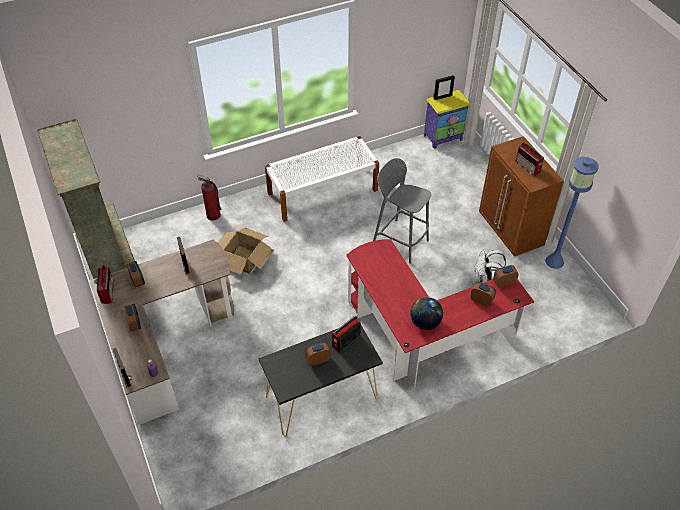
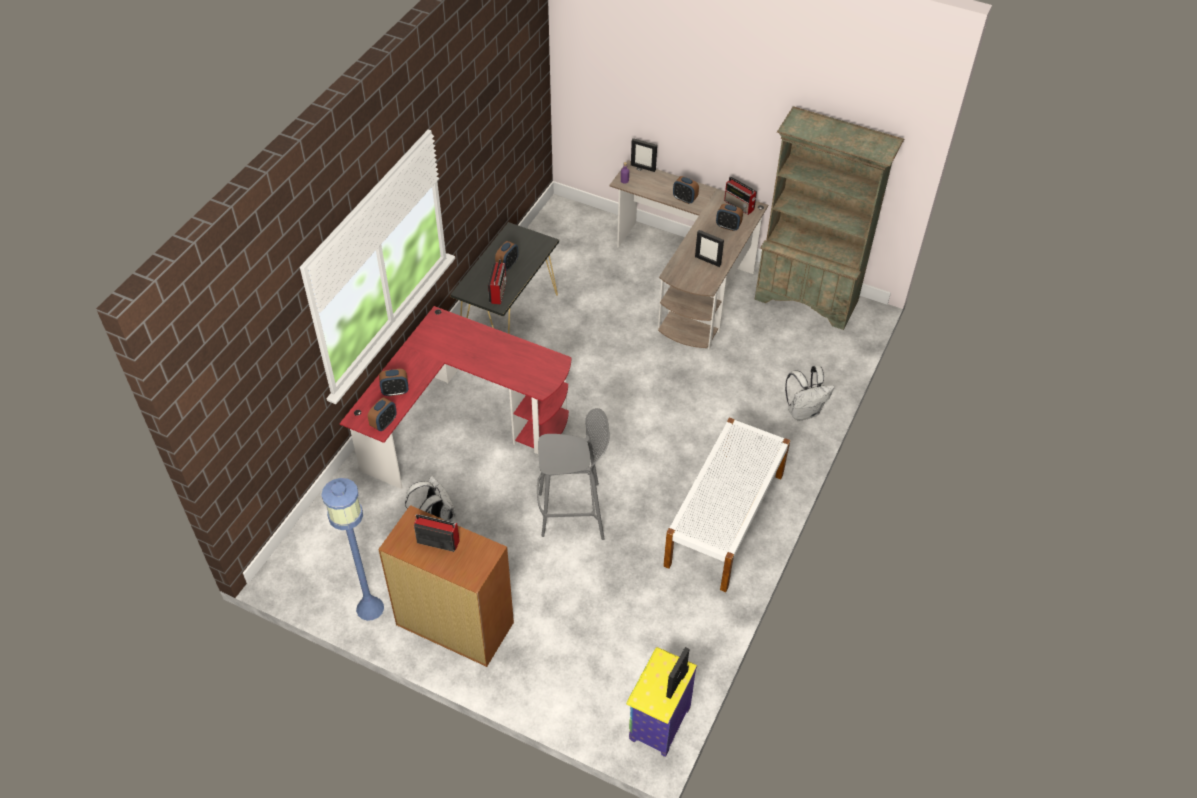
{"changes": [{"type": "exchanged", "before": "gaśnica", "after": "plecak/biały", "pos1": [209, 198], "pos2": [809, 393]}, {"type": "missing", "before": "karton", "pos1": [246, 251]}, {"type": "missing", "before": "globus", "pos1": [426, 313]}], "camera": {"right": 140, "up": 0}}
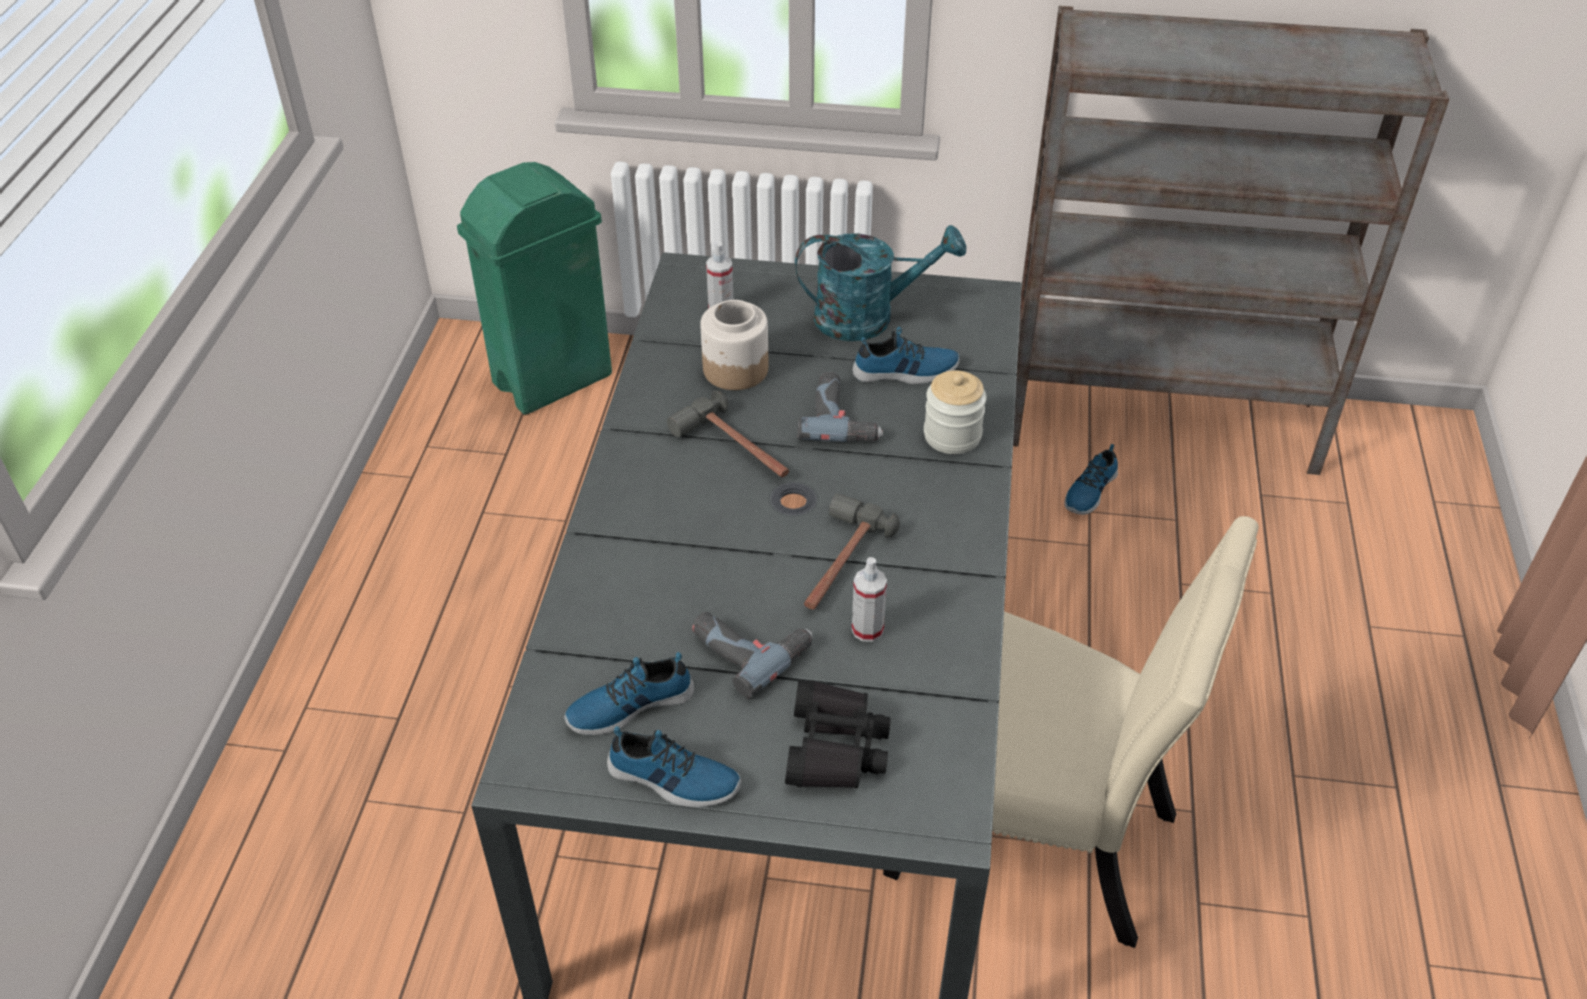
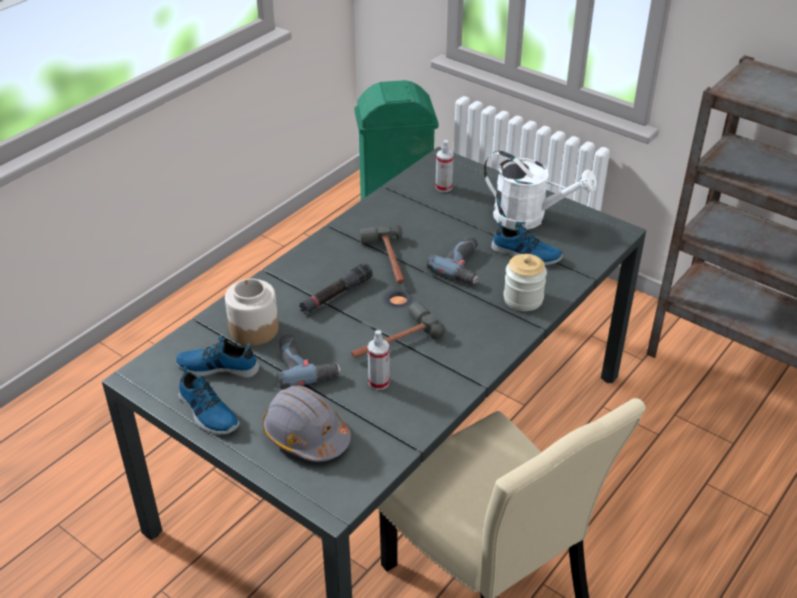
{"changes": [{"type": "relocated", "before": "słoik", "pos1": [734, 345], "pos2": [252, 312]}, {"type": "exchanged", "before": "lornetka/czarny", "after": "kask/szary", "pos1": [838, 734], "pos2": [306, 424]}, {"type": "appeared", "after": "latarka/czarny", "pos2": [336, 288]}, {"type": "colour", "before": "konewka/turkusowy", "after": "konewka/biały", "pos1": [880, 283], "pos2": [540, 190]}, {"type": "missing", "before": "but", "pos1": [1091, 479]}], "camera": {"right": 30, "up": -5}}
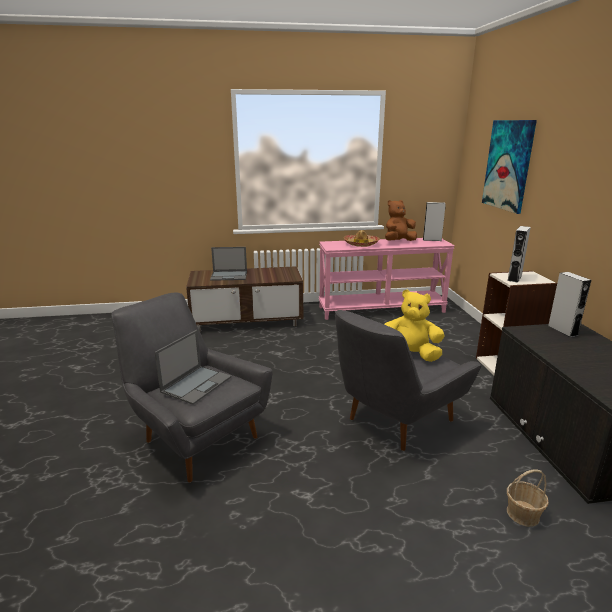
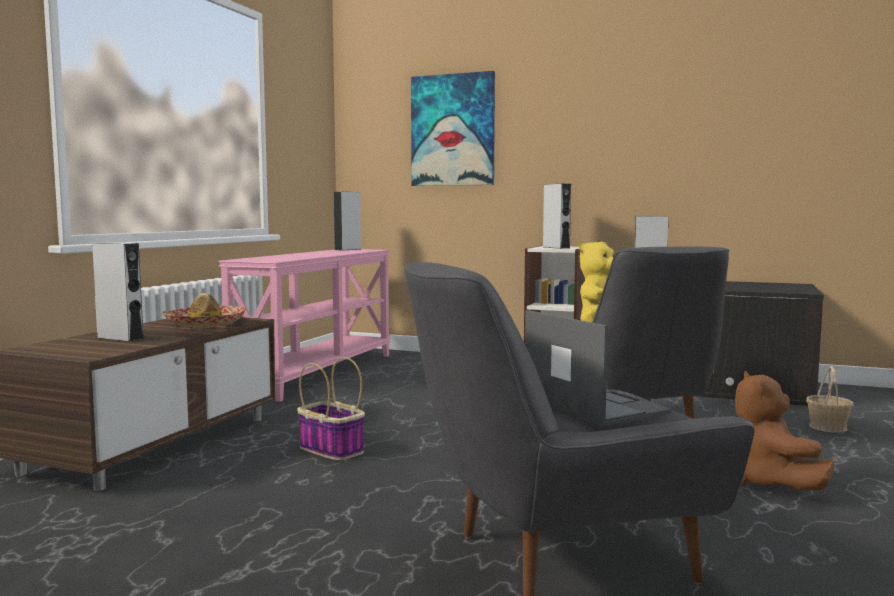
{"changes": [{"type": "exchanged", "before": "laptop", "after": "głośnik/szary", "pos1": [228, 264], "pos2": [118, 292]}, {"type": "relocated", "before": "kapelusz", "pos1": [362, 238], "pos2": [204, 310]}, {"type": "appeared", "after": "koszyk", "pos2": [331, 409]}, {"type": "relocated", "before": "pluszak/brązowy", "pos1": [401, 220], "pos2": [785, 430]}], "camera": {"right": -60, "up": -15}}
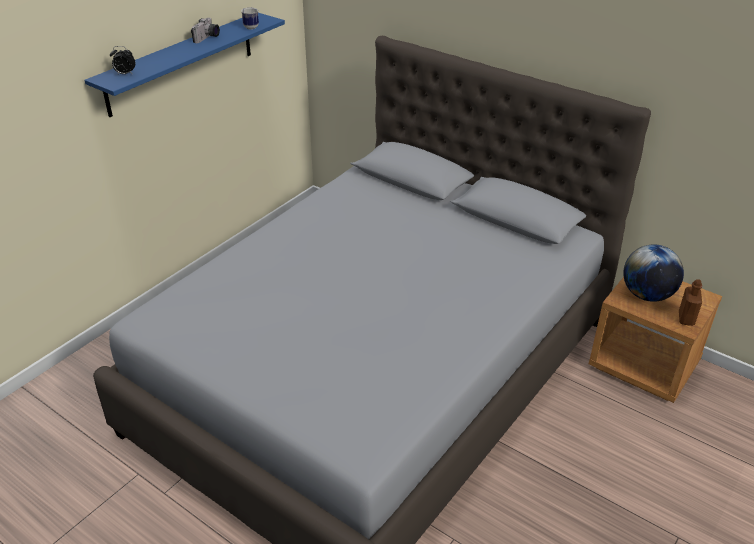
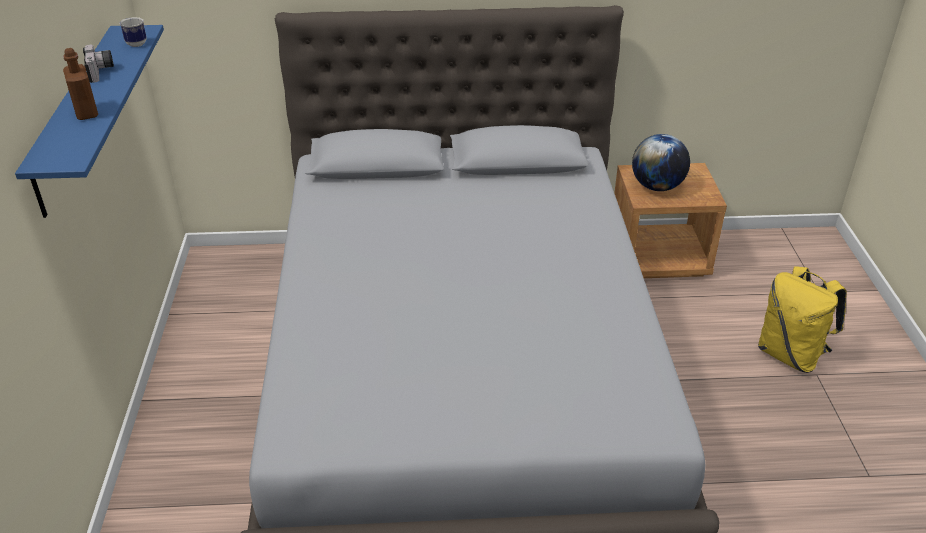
{"changes": [{"type": "relocated", "before": "butelka/brązowy", "pos1": [690, 302], "pos2": [80, 84]}, {"type": "appeared", "after": "plecak/żółty", "pos2": [802, 319]}, {"type": "missing", "before": "budzik", "pos1": [123, 60]}], "camera": {"right": -40, "up": 0}}
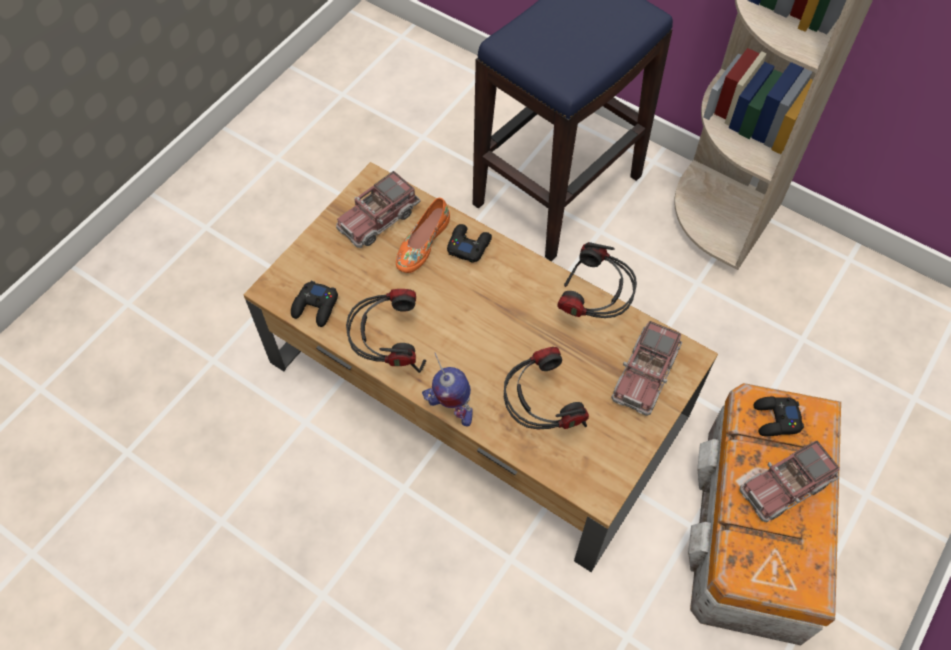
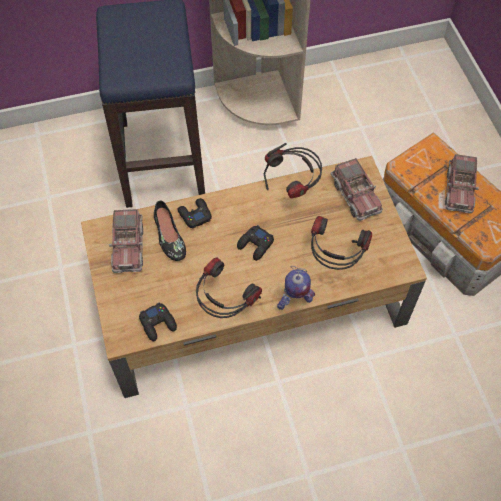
{"changes": [{"type": "colour", "before": "but/pomarańczowy", "after": "but/czarny", "pos1": [423, 235], "pos2": [170, 231]}, {"type": "relocated", "before": "pad do gier/czarny", "pos1": [778, 416], "pos2": [255, 243]}], "camera": {"right": -50, "up": 0}}
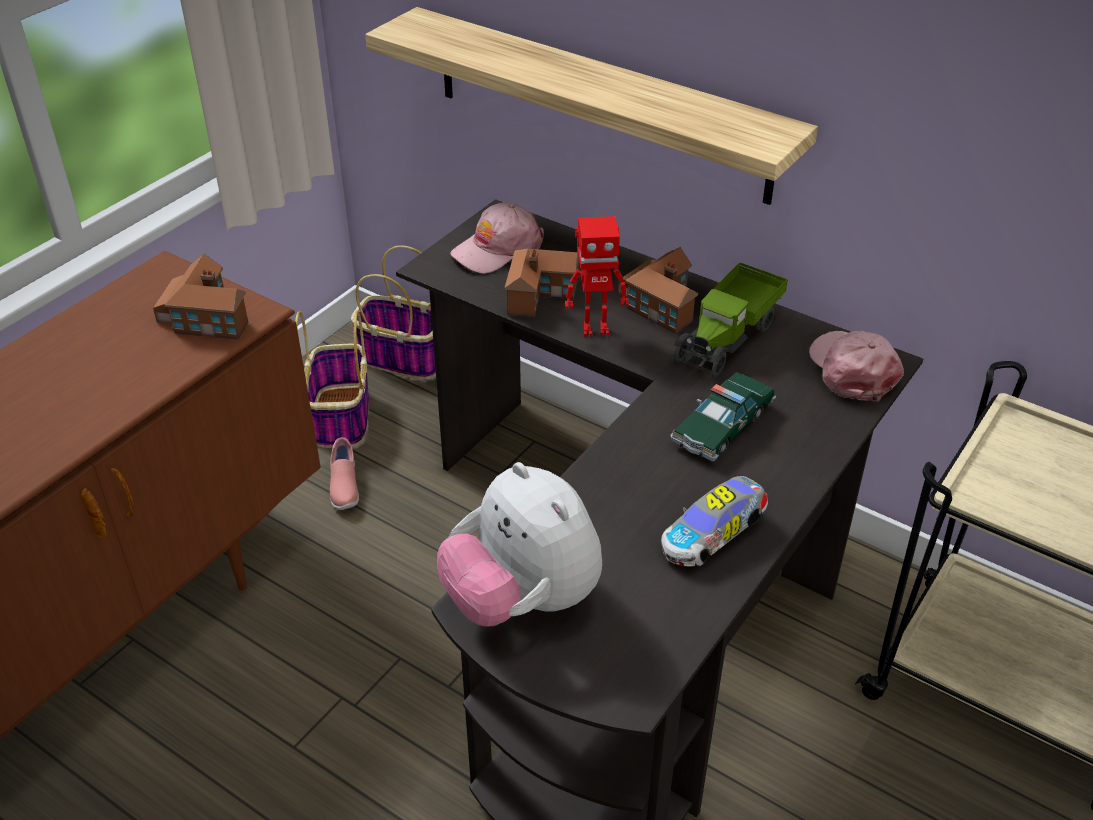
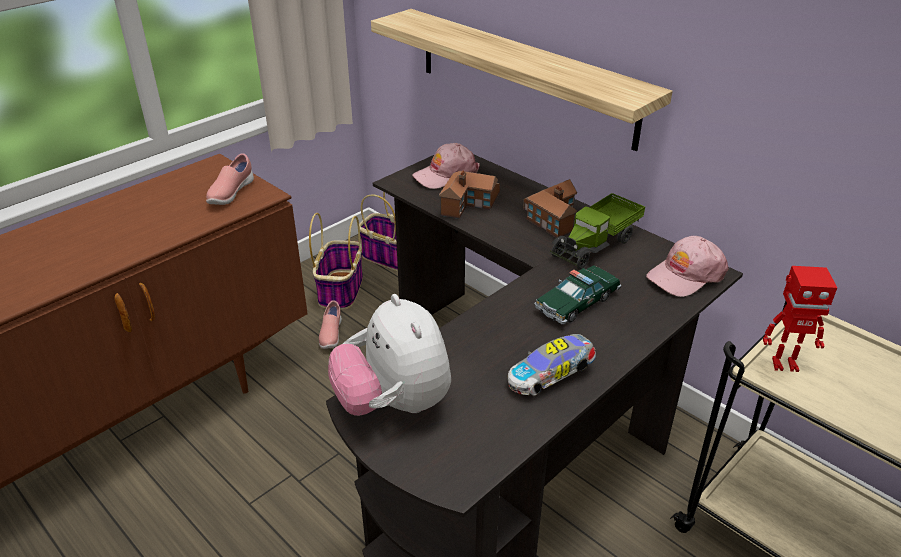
{"changes": [{"type": "exchanged", "before": "domek", "after": "but/różowy", "pos1": [200, 297], "pos2": [230, 179]}, {"type": "spun", "before": "czapka z daszkiem/różowy", "pos1": [856, 366], "pos2": [687, 266], "turn": -120}, {"type": "relocated", "before": "robot zabawkowy", "pos1": [597, 276], "pos2": [800, 319]}], "camera": {"right": 10, "up": -5}}
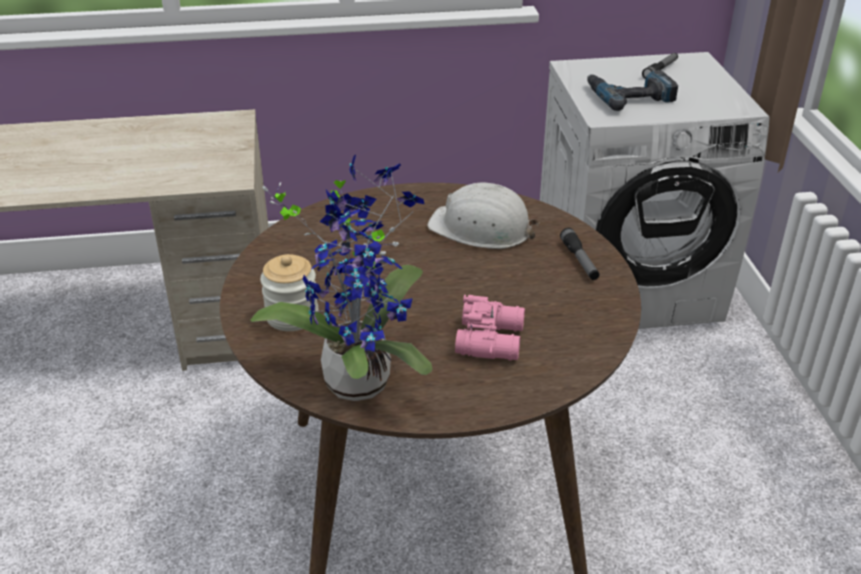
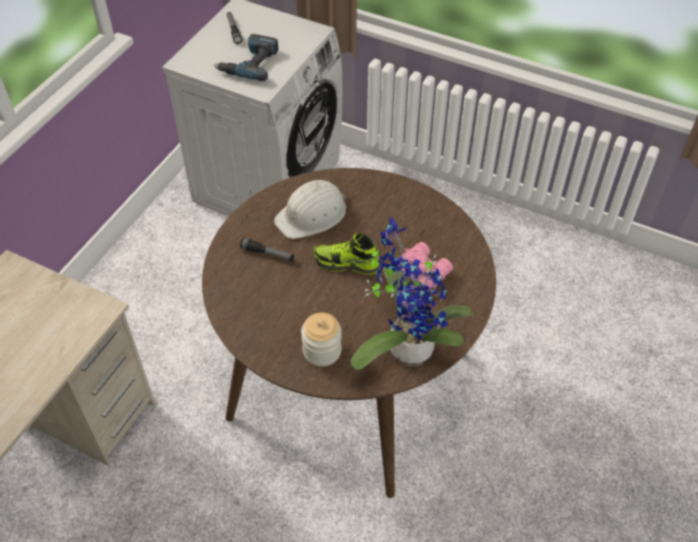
{"changes": [{"type": "relocated", "before": "latarka", "pos1": [579, 254], "pos2": [267, 249]}, {"type": "appeared", "after": "but", "pos2": [346, 254]}], "camera": {"right": -55, "up": 15}}
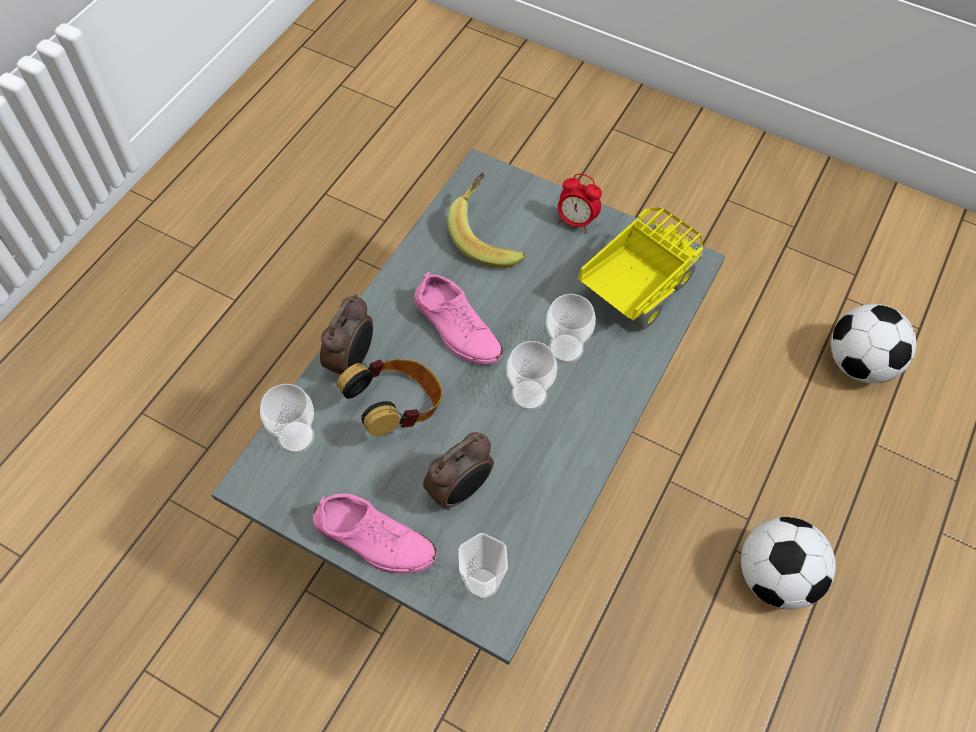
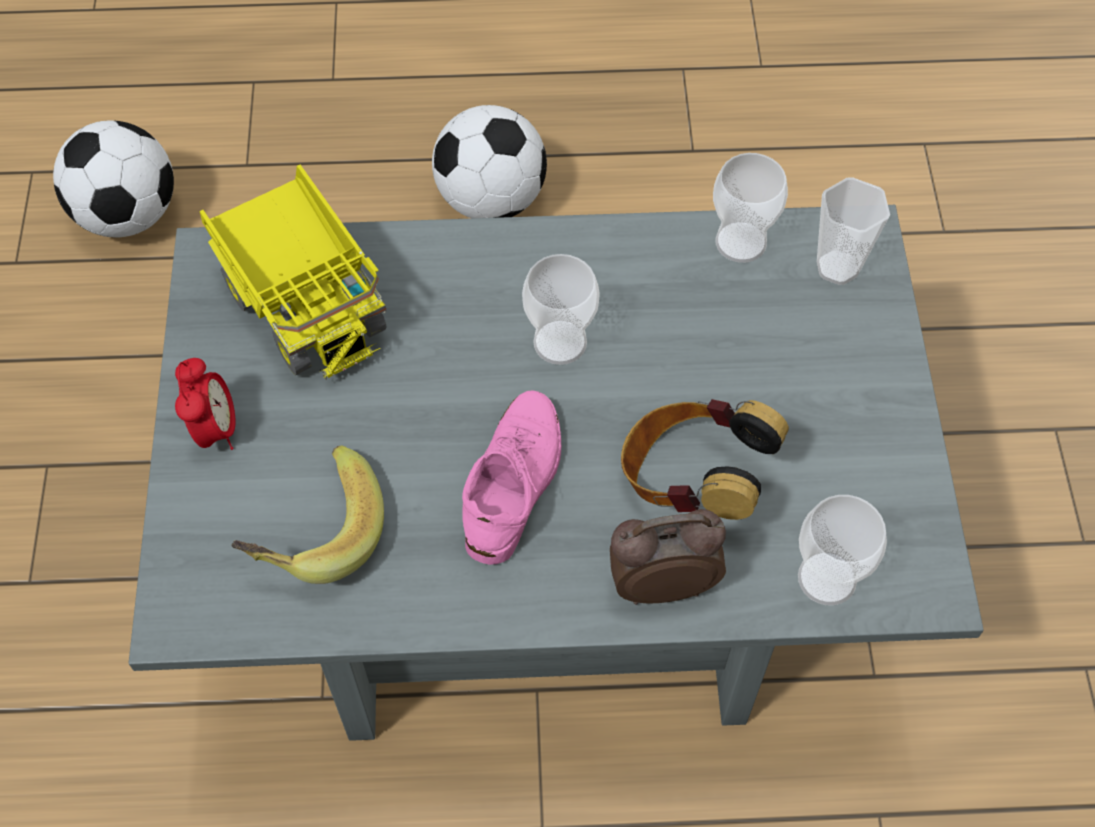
{"changes": [{"type": "spun", "before": "ciężarówka zabawkowa", "pos1": [640, 268], "pos2": [293, 272], "turn": -135}, {"type": "relocated", "before": "filiżanka", "pos1": [571, 328], "pos2": [750, 208]}, {"type": "missing", "before": "but/różowy", "pos1": [375, 534]}, {"type": "missing", "before": "budzik", "pos1": [458, 471]}], "camera": {"right": -120, "up": 0}}
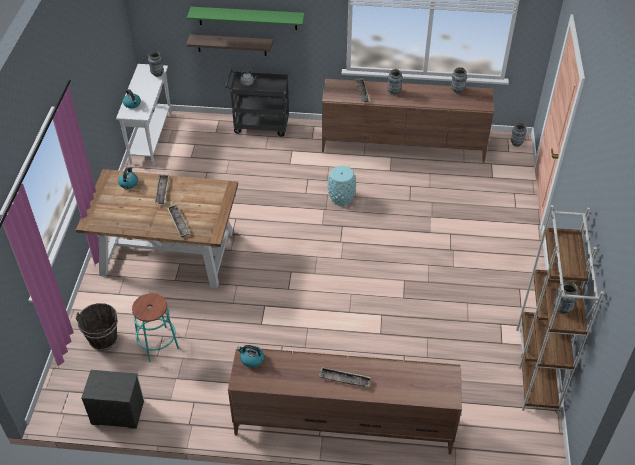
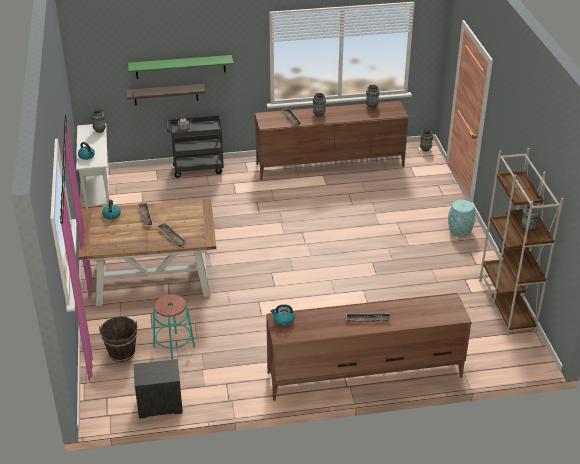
{"changes": [{"type": "relocated", "before": "stołek/turkusowy", "pos1": [341, 186], "pos2": [462, 218]}], "camera": {"right": -15, "up": -10}}
